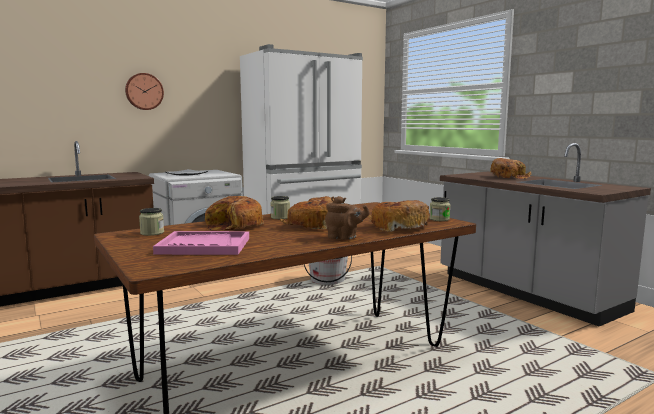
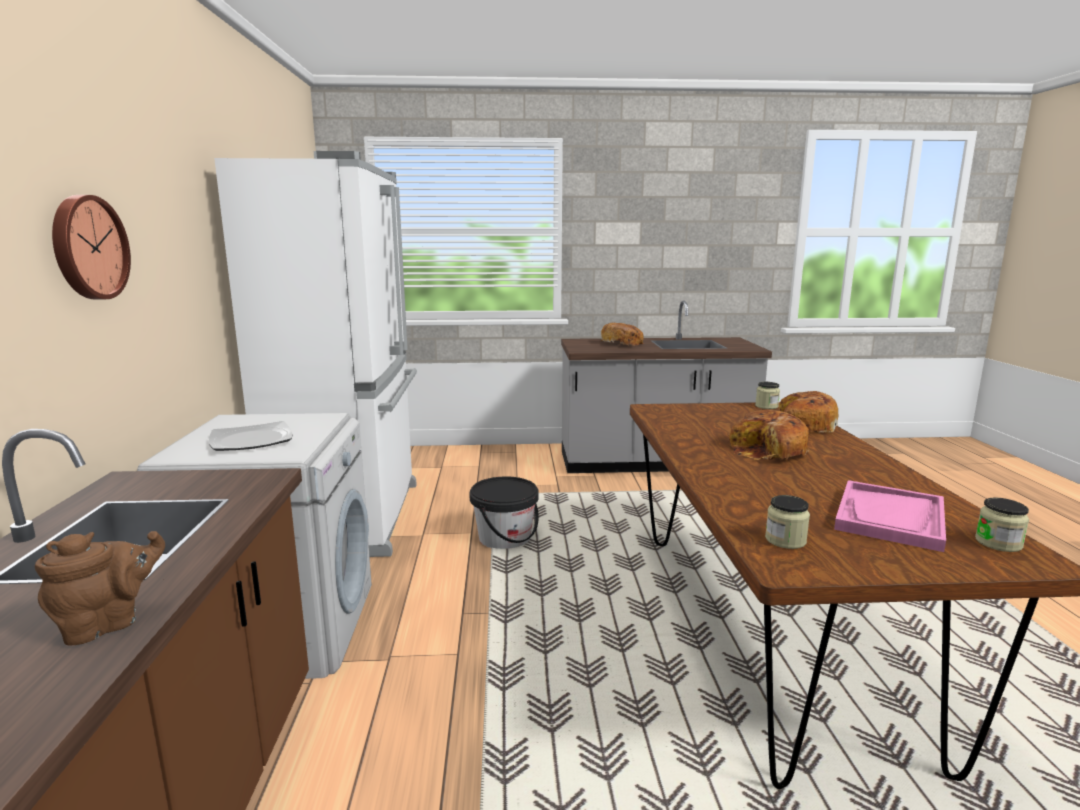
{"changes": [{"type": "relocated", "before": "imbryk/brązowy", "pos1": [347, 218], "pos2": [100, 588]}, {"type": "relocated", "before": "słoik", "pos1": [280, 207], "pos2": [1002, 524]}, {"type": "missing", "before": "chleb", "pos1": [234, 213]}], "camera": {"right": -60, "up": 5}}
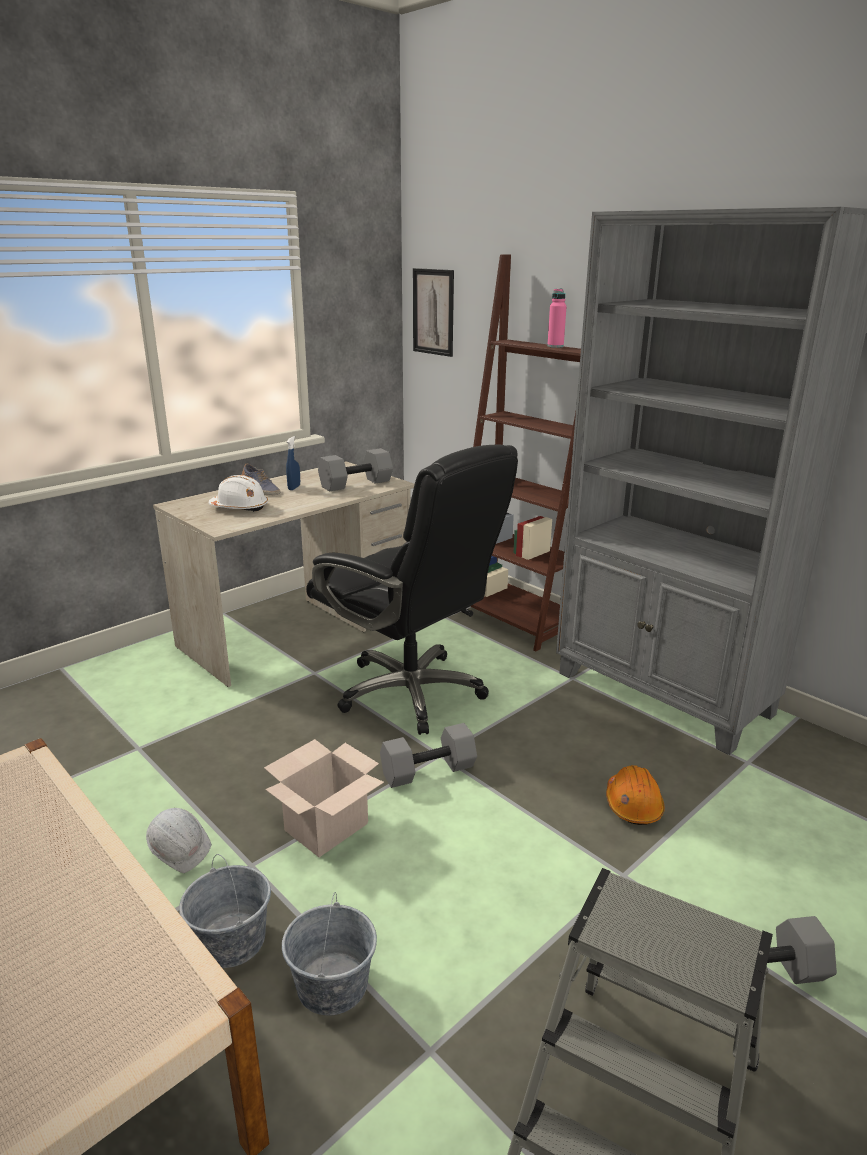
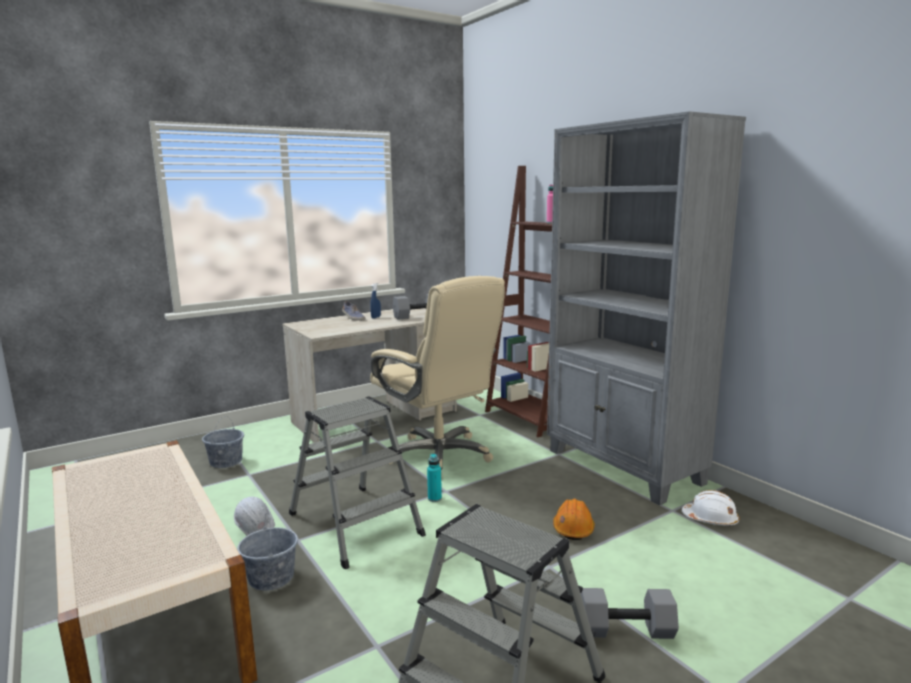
{"changes": [{"type": "relocated", "before": "wiadro/szary", "pos1": [329, 954], "pos2": [223, 442]}, {"type": "exchanged", "before": "karton", "after": "drabinka/szary", "pos1": [324, 798], "pos2": [357, 483]}, {"type": "colour", "before": "krzesło biurowe/czarny", "after": "krzesło biurowe/beżowy", "pos1": [412, 590], "pos2": [437, 377]}, {"type": "exchanged", "before": "hantel/szary", "after": "butelka/turkusowy", "pos1": [428, 755], "pos2": [434, 478]}, {"type": "relocated", "before": "kask/biały", "pos1": [238, 493], "pos2": [710, 508]}, {"type": "missing", "before": "obraz", "pos1": [433, 312]}], "camera": {"right": 10, "up": -10}}
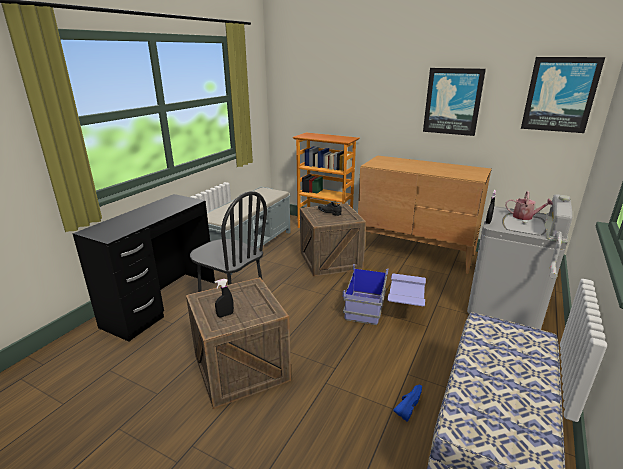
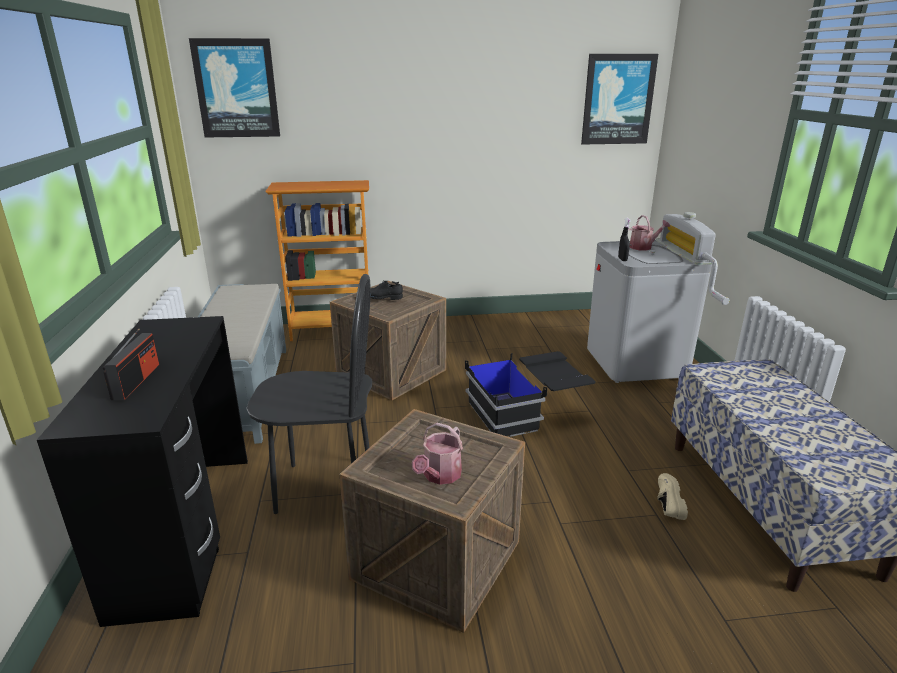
{"changes": [{"type": "appeared", "after": "radio", "pos2": [131, 364]}, {"type": "relocated", "before": "obraz", "pos1": [454, 102], "pos2": [234, 88]}, {"type": "exchanged", "before": "spryskiwacz/czarny", "after": "konewka", "pos1": [224, 298], "pos2": [437, 454]}, {"type": "colour", "before": "pojemnik do przechowywania/niebieski", "after": "pojemnik do przechowywania/czarny", "pos1": [384, 294], "pos2": [530, 394]}, {"type": "colour", "before": "but/niebieski", "after": "but/beżowy", "pos1": [407, 403], "pos2": [672, 496]}, {"type": "missing", "before": "szafka/brązowy", "pos1": [425, 214]}], "camera": {"right": -35, "up": 0}}
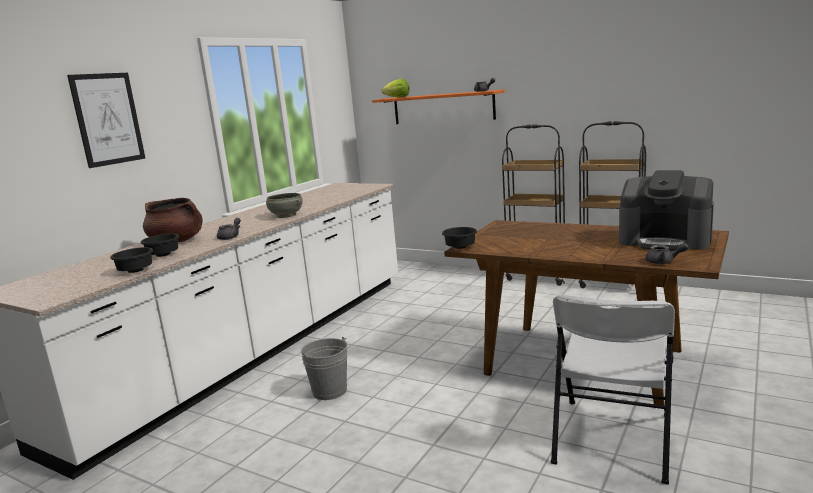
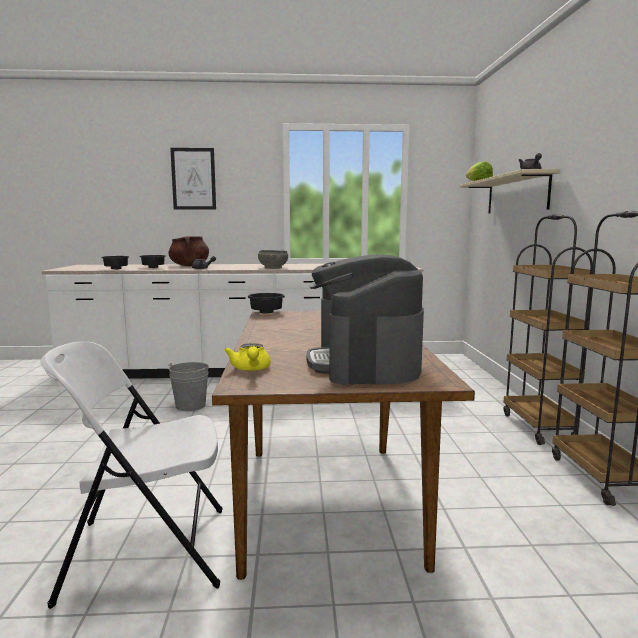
{"changes": [{"type": "colour", "before": "imbryk/szary", "after": "imbryk/żółty", "pos1": [667, 253], "pos2": [247, 357]}, {"type": "colour", "before": "półka/pomarańczowy", "after": "półka/beżowy", "pos1": [438, 107], "pos2": [509, 191]}], "camera": {"right": 55, "up": -5}}
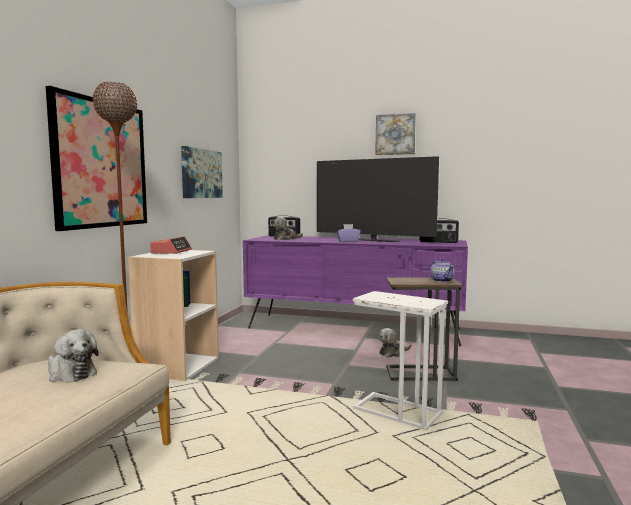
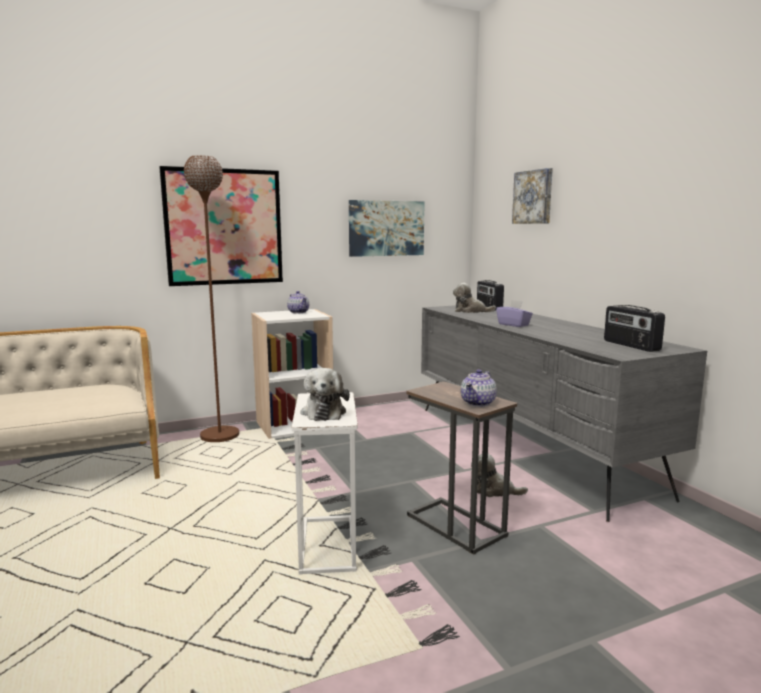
{"changes": [{"type": "exchanged", "before": "budzik", "after": "imbryk", "pos1": [171, 245], "pos2": [298, 302]}, {"type": "relocated", "before": "pluszak", "pos1": [73, 355], "pos2": [325, 394]}, {"type": "colour", "before": "szafka pod telewizor/fioletowy", "after": "szafka pod telewizor/szary", "pos1": [355, 290], "pos2": [564, 413]}, {"type": "relocated", "before": "obraz", "pos1": [395, 134], "pos2": [532, 196]}, {"type": "missing", "before": "telewizor", "pos1": [378, 199]}], "camera": {"right": 50, "up": 5}}
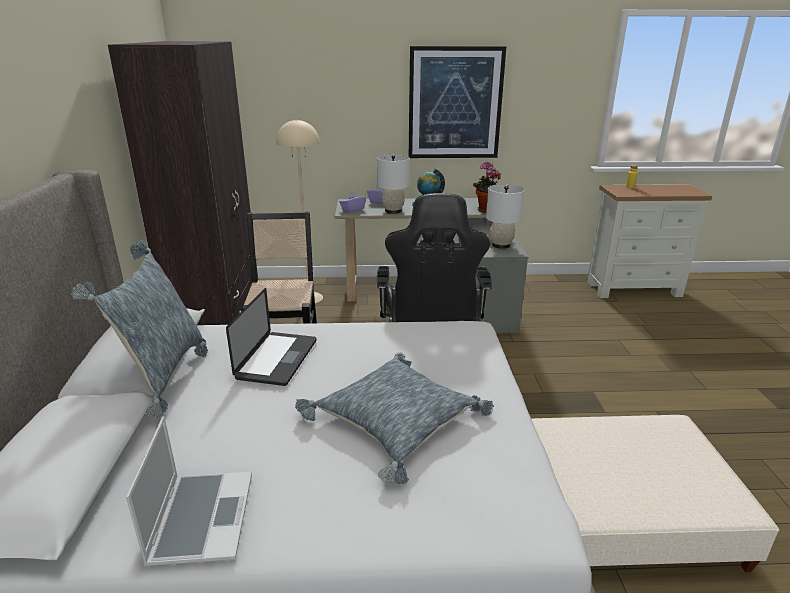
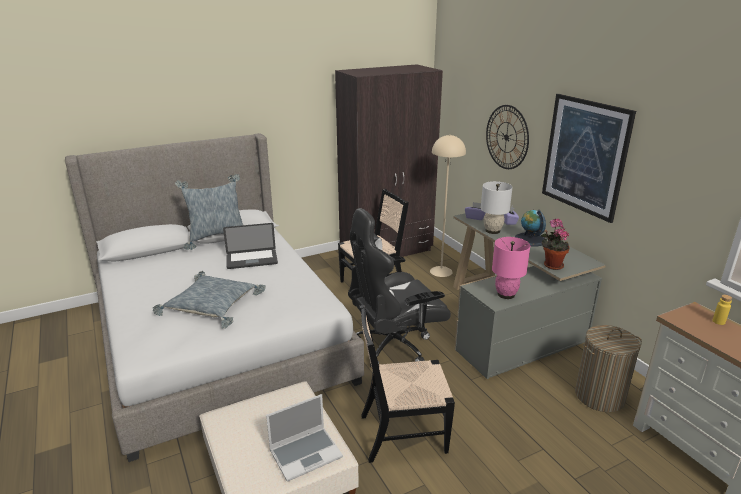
{"changes": [{"type": "relocated", "before": "laptop", "pos1": [189, 491], "pos2": [304, 438]}, {"type": "appeared", "after": "krzesło", "pos2": [407, 384]}, {"type": "appeared", "after": "zegar ścienny", "pos2": [507, 137]}, {"type": "colour", "before": "lampa stołowa/biały", "after": "lampa stołowa/różowy", "pos1": [505, 216], "pos2": [511, 268]}, {"type": "appeared", "after": "kosz na pranie", "pos2": [608, 368]}], "camera": {"right": 65, "up": 0}}
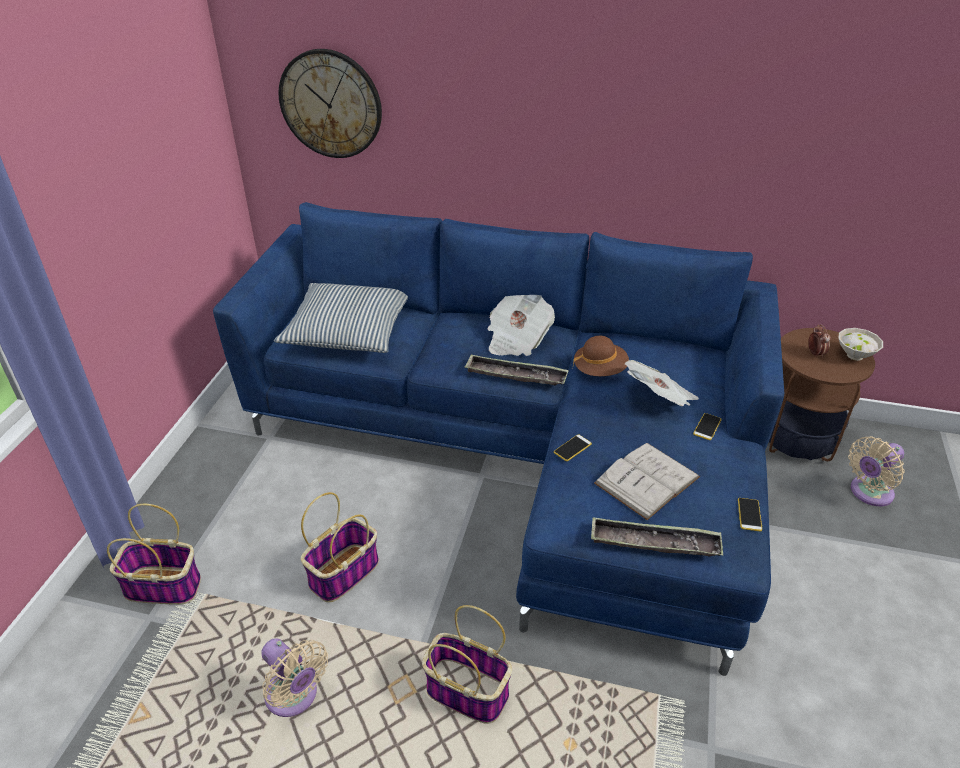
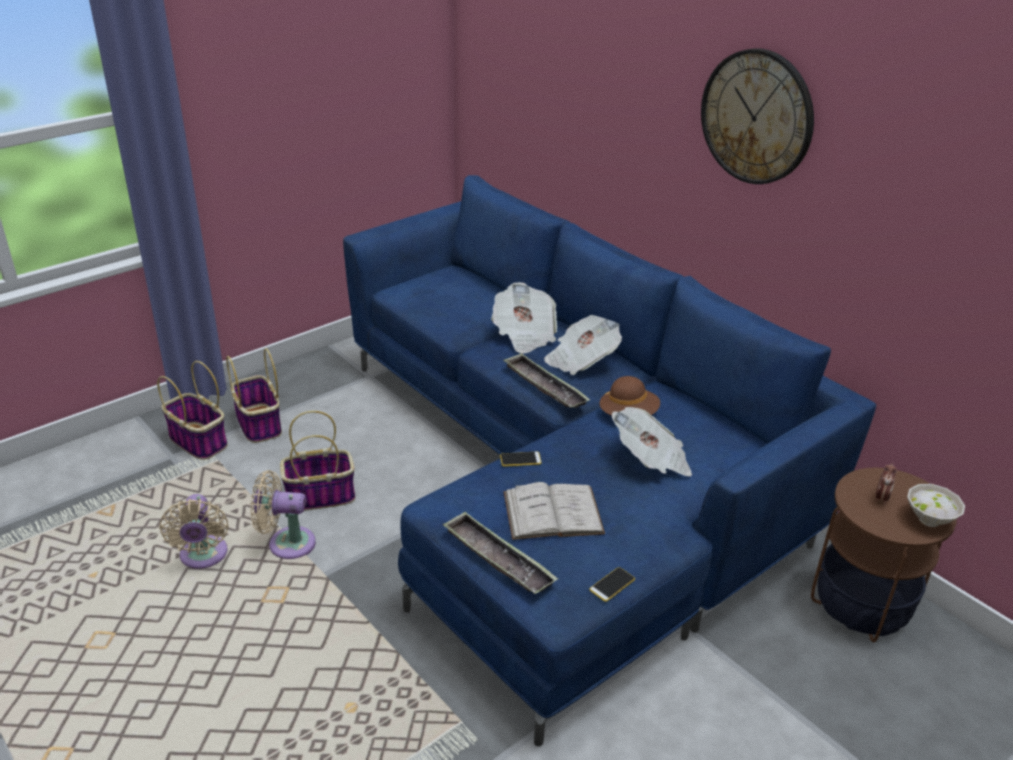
{"changes": [{"type": "relocated", "before": "koszyk", "pos1": [467, 664], "pos2": [254, 395]}, {"type": "relocated", "before": "wentylator/beżowy", "pos1": [876, 471], "pos2": [283, 514]}, {"type": "appeared", "after": "gazeta", "pos2": [524, 318]}, {"type": "relocated", "before": "zegar ścienny", "pos1": [330, 103], "pos2": [757, 116]}, {"type": "missing", "before": "poduszka", "pos1": [341, 318]}, {"type": "missing", "before": "telefon", "pos1": [707, 426]}], "camera": {"right": 35, "up": -5}}
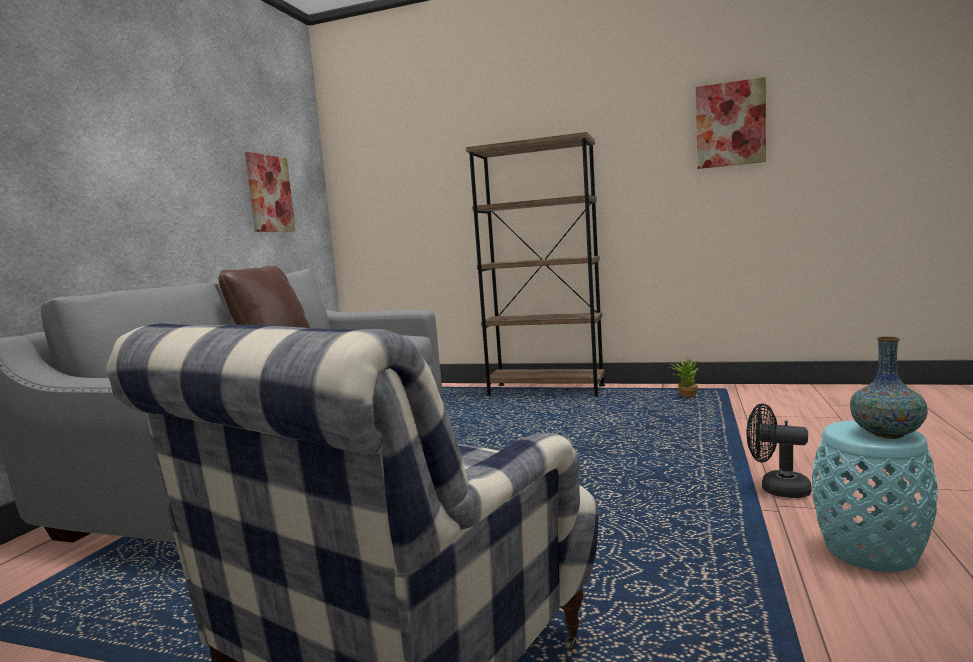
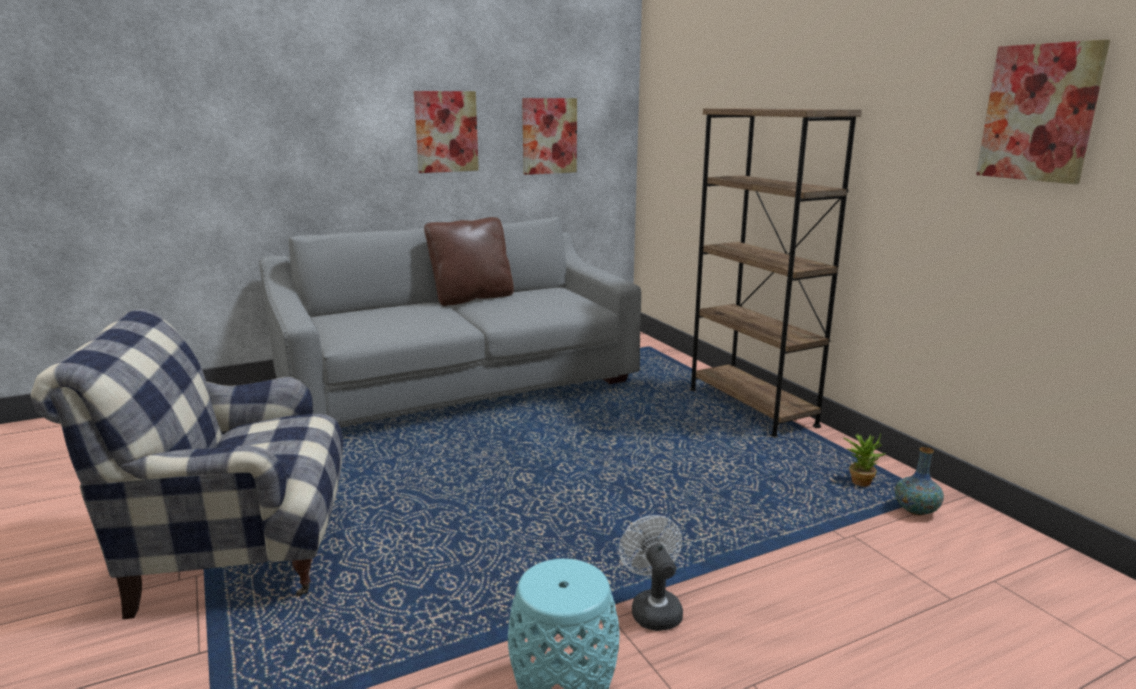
{"changes": [{"type": "appeared", "after": "obraz", "pos2": [446, 132]}, {"type": "colour", "before": "wentylator/czarny", "after": "wentylator/biały", "pos1": [779, 450], "pos2": [651, 573]}, {"type": "relocated", "before": "wazon", "pos1": [889, 388], "pos2": [919, 481]}], "camera": {"right": 45, "up": 10}}
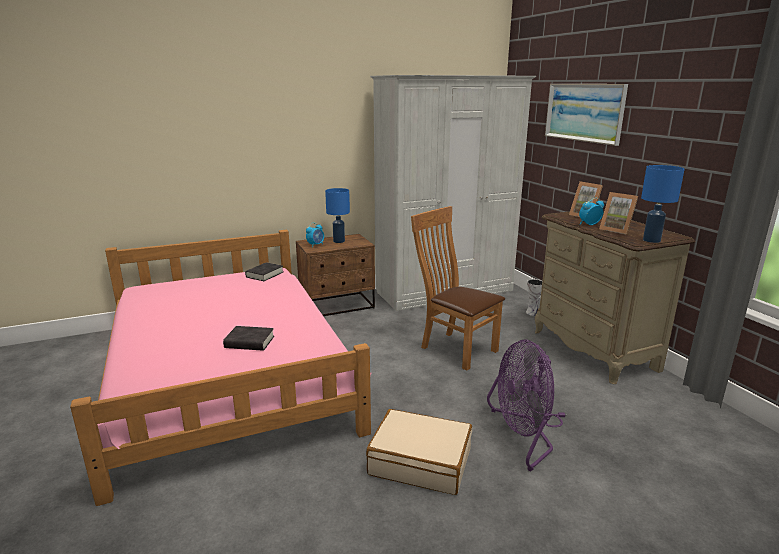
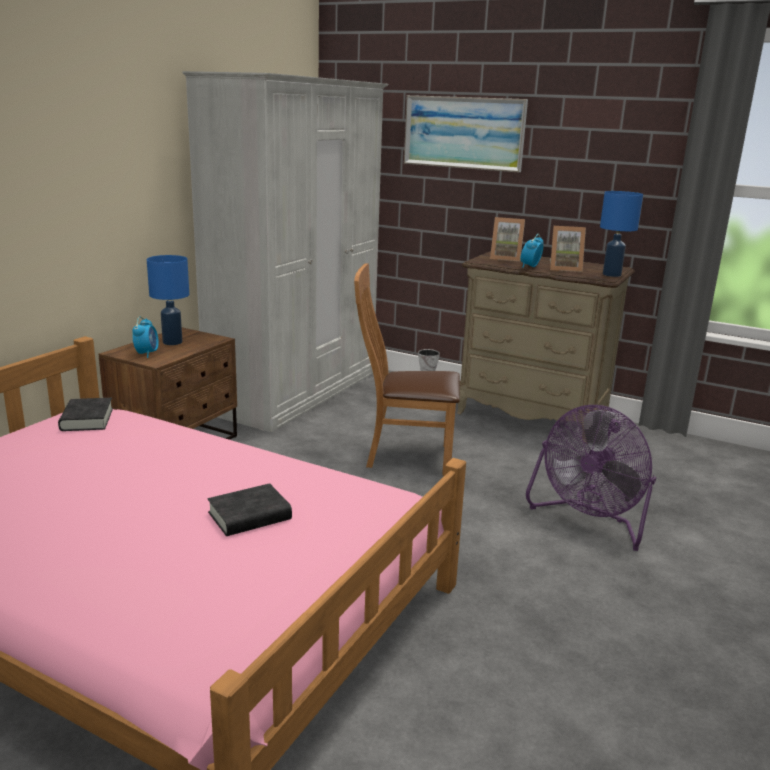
{"changes": [{"type": "missing", "before": "walizka/beżowy", "pos1": [419, 452]}], "camera": {"right": -40, "up": 0}}
